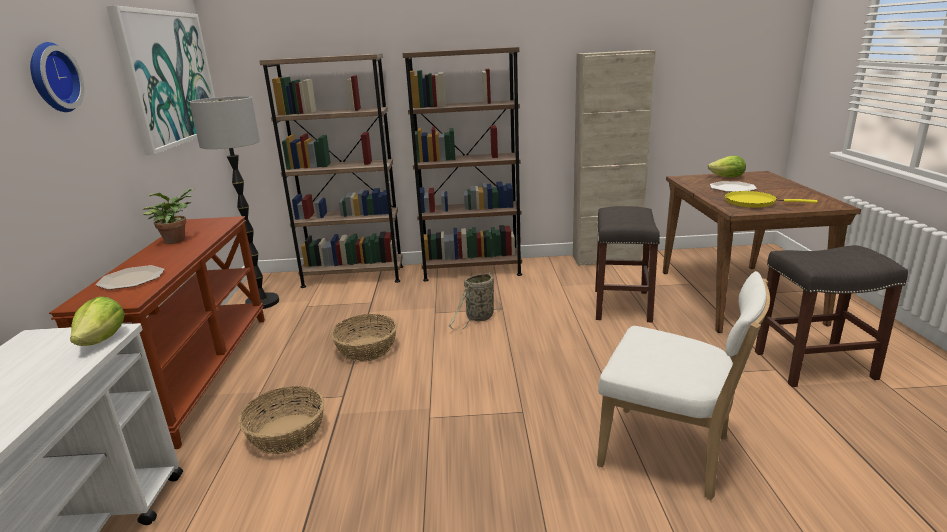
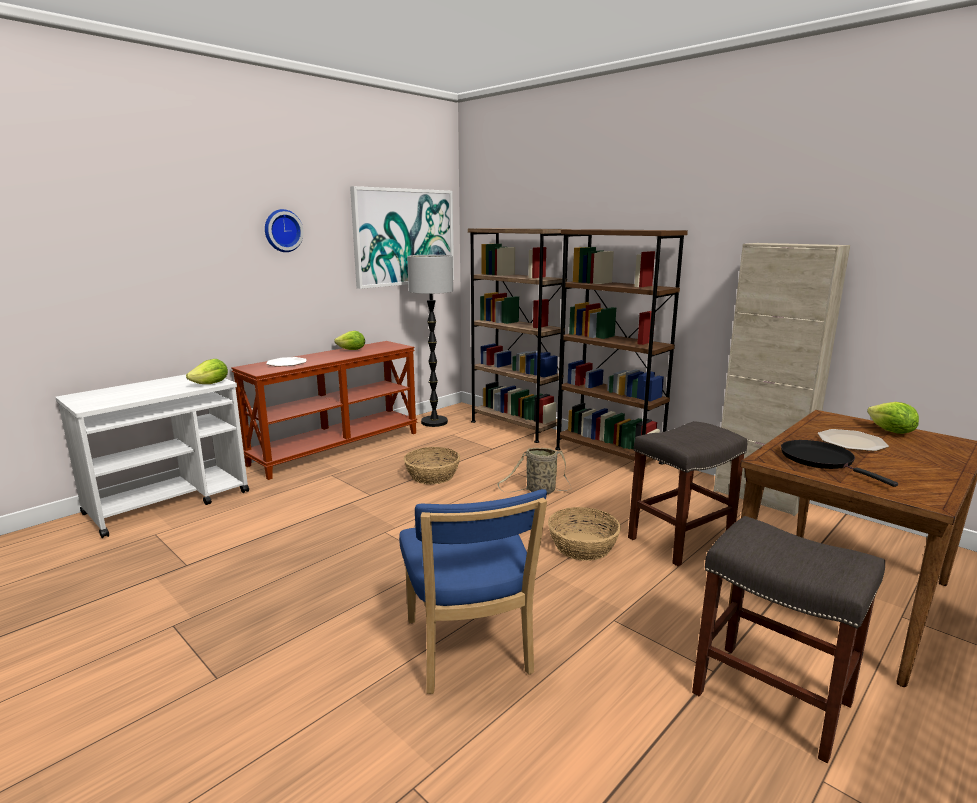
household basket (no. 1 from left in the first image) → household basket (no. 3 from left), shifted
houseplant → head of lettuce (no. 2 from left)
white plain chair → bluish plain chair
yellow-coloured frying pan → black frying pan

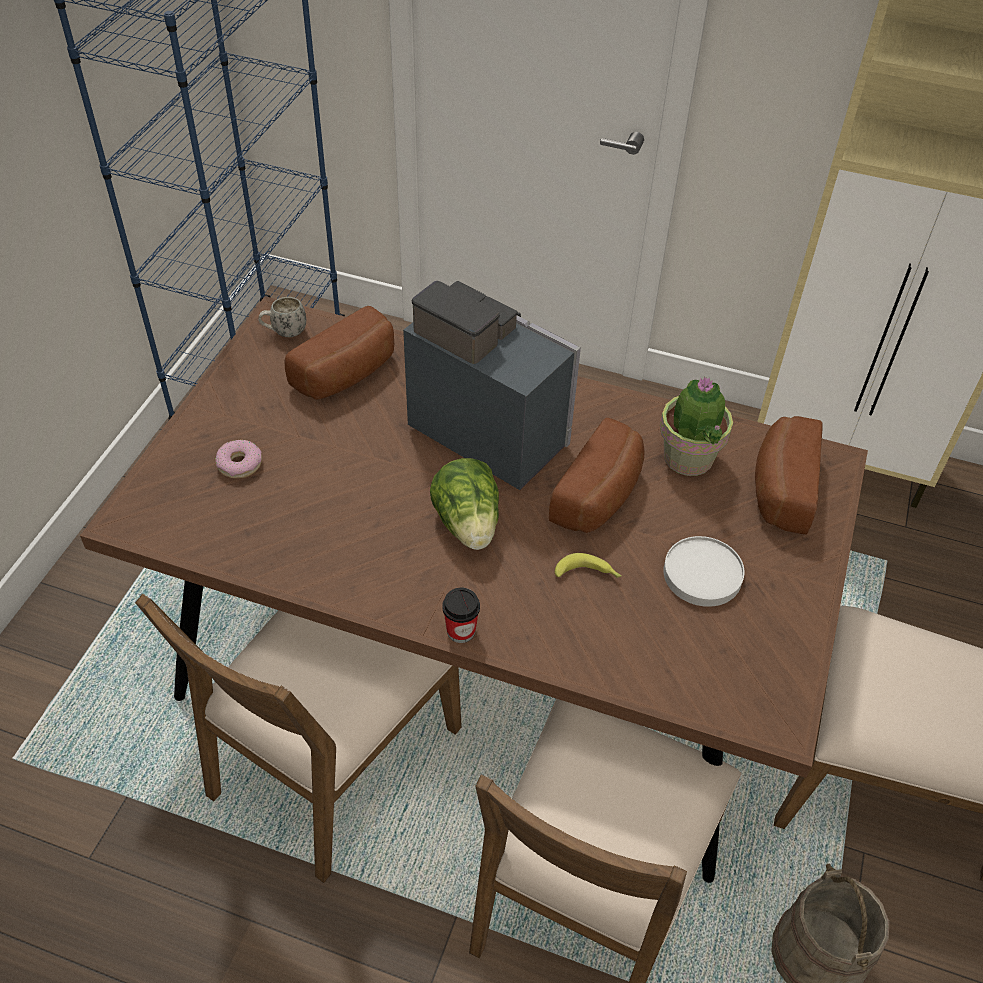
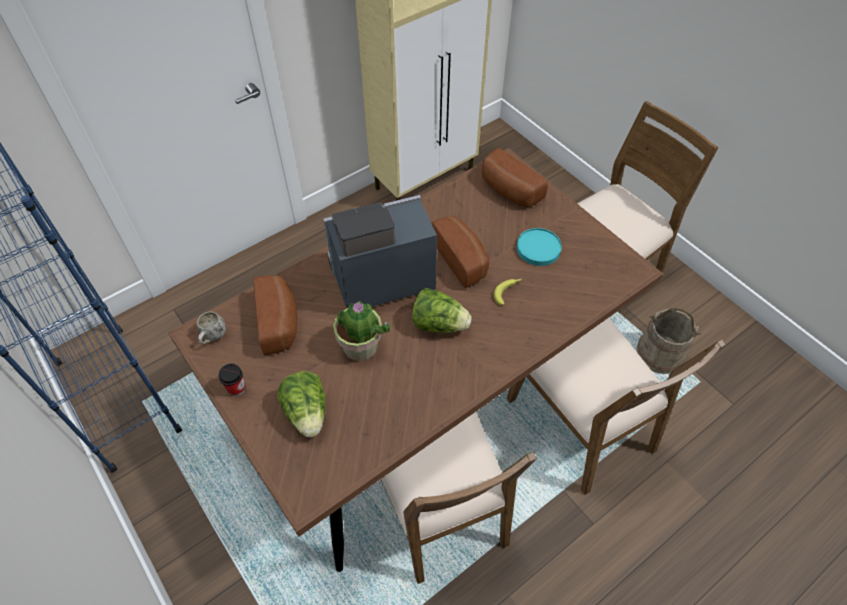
cup, shifted
houseplant, shifted
doughnut → head of lettuce (no. 1 from left)
white plate → turquoise-coloured plate

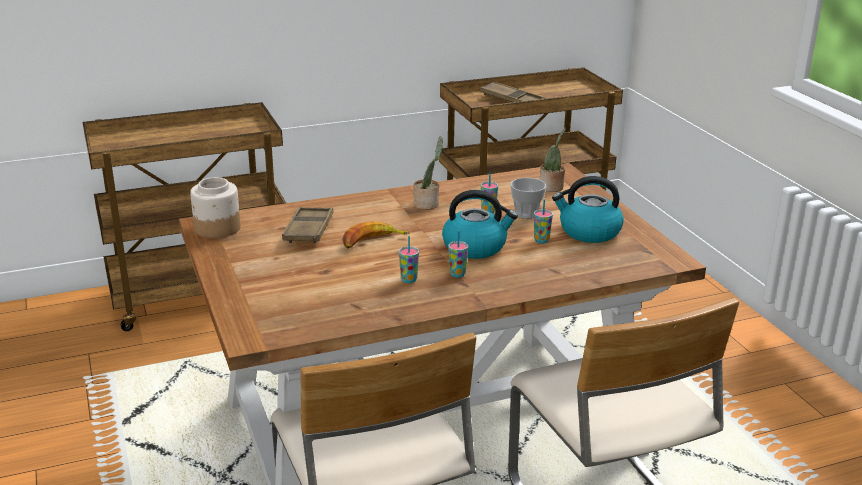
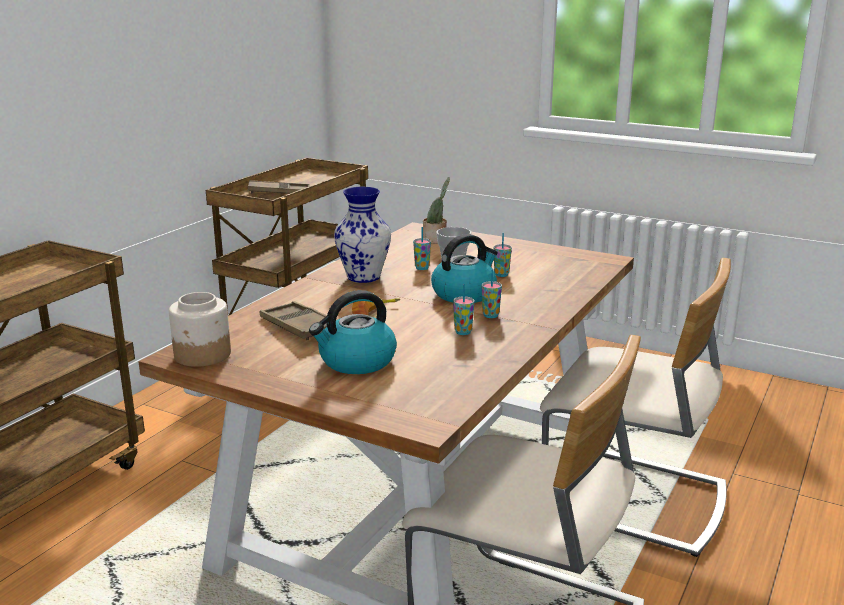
kettle (no. 2 from left in the first image) → kettle (no. 1 from left), shifted
houseplant (no. 1 from left) → decorative vase

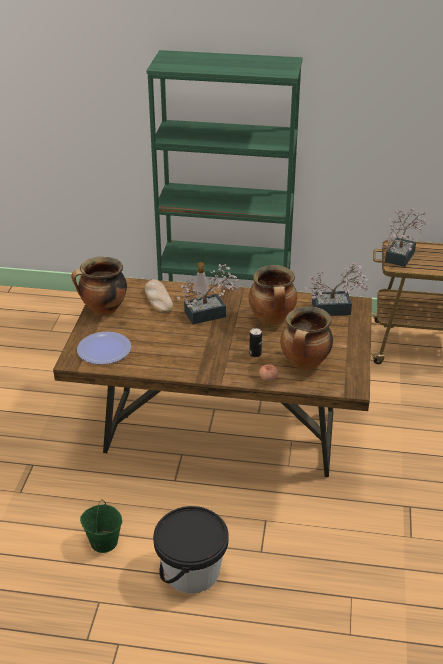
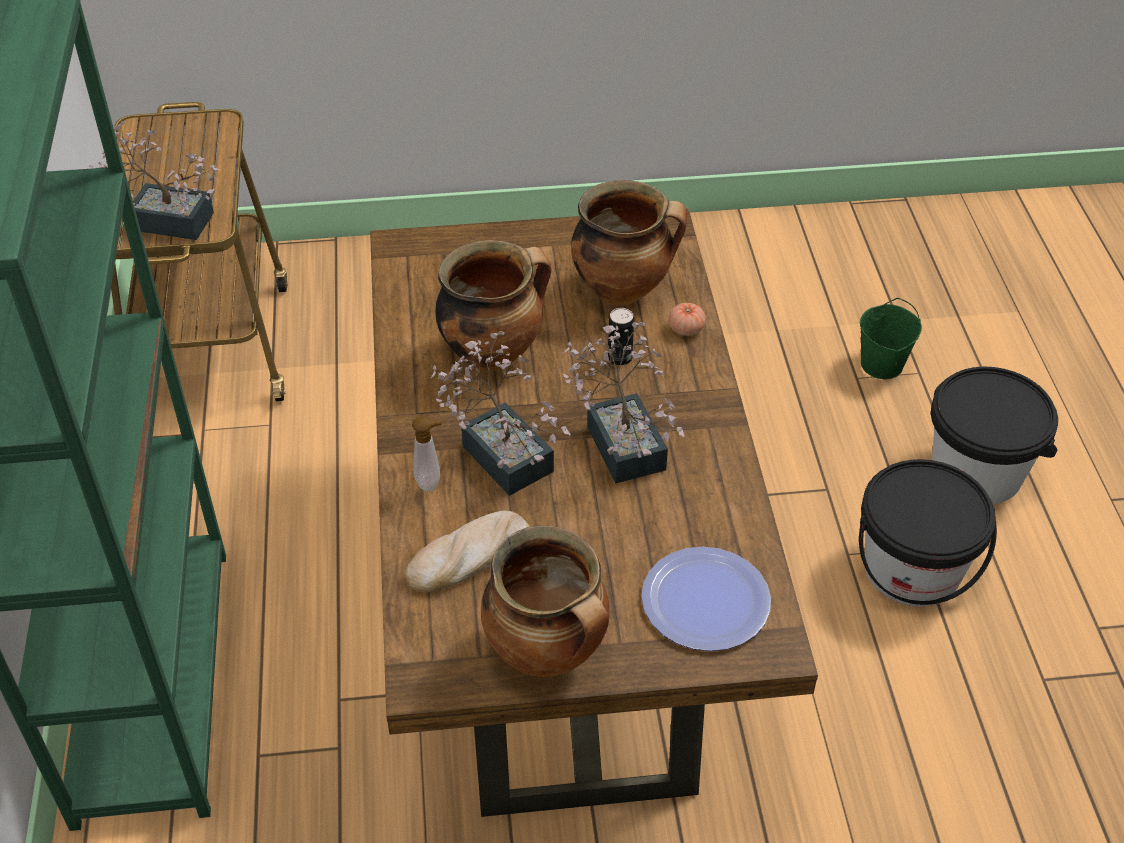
- → black bucket (no. 2 from left)
green bucket, shifted
houseplant (no. 2 from left in the first image) → houseplant (no. 3 from left), shifted

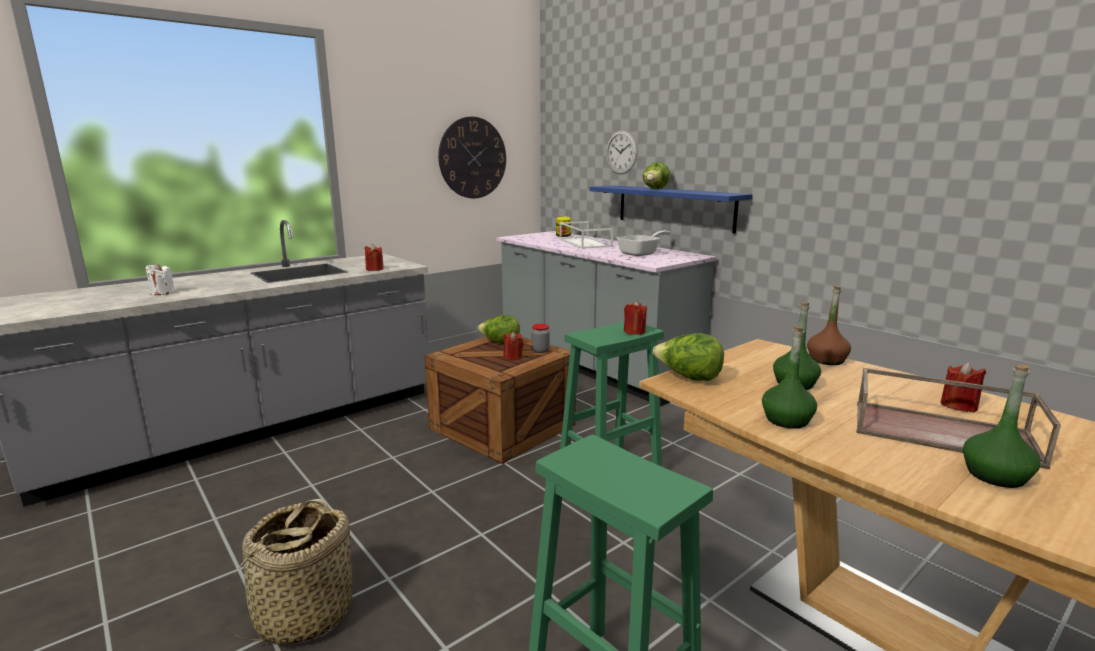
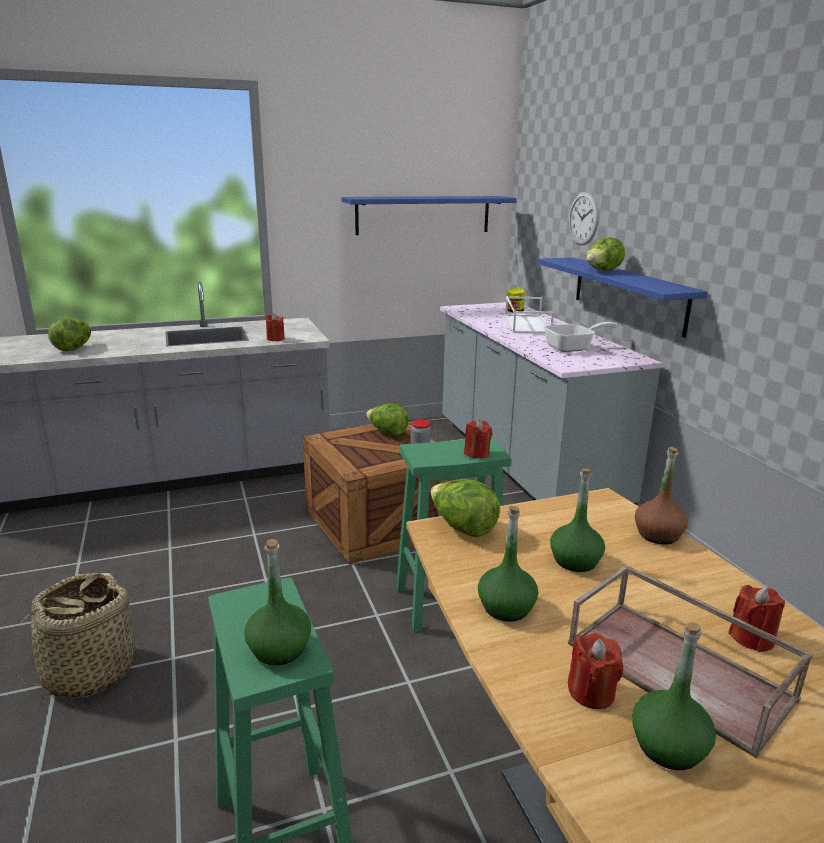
- → green bottle (no. 1 from left)
reddish candle (no. 2 from left in the first image) → reddish candle (no. 3 from left), shifted
white candle → head of lettuce (no. 1 from left)
wall clock (no. 1 from left) → bluish wall shelf (no. 1 from left)

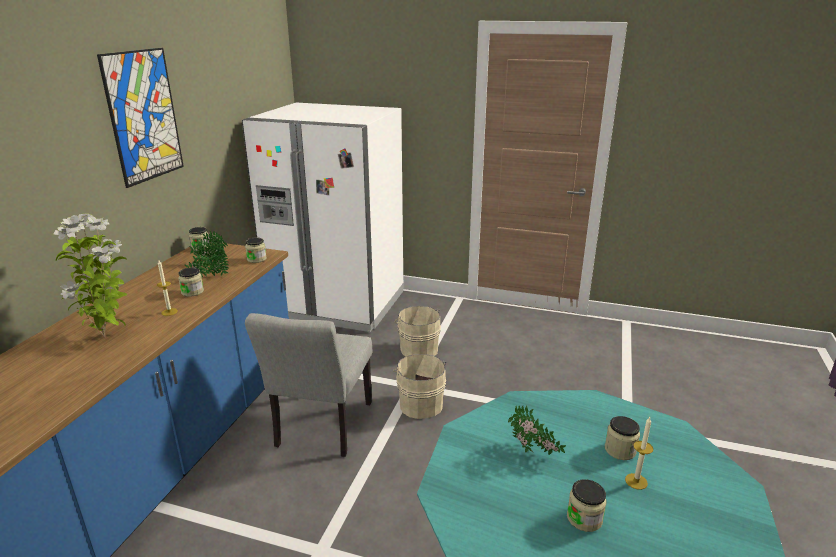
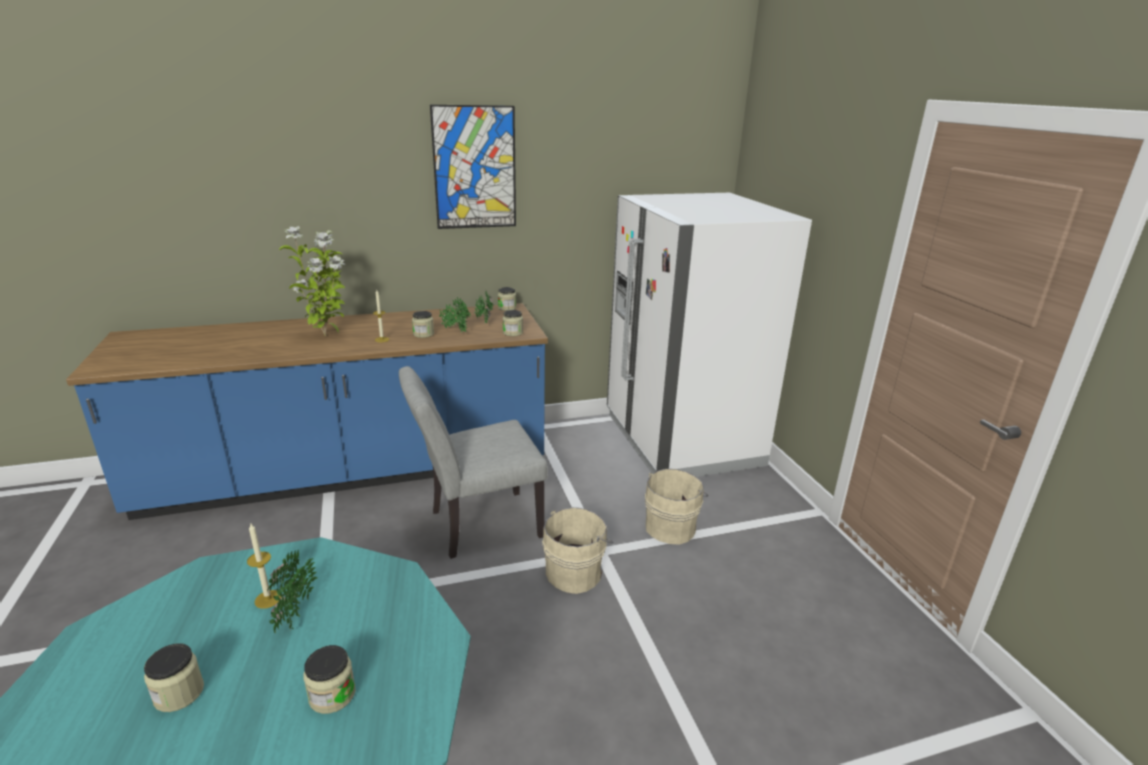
candle (no. 2 from left in the first image) → candle (no. 1 from left), shifted

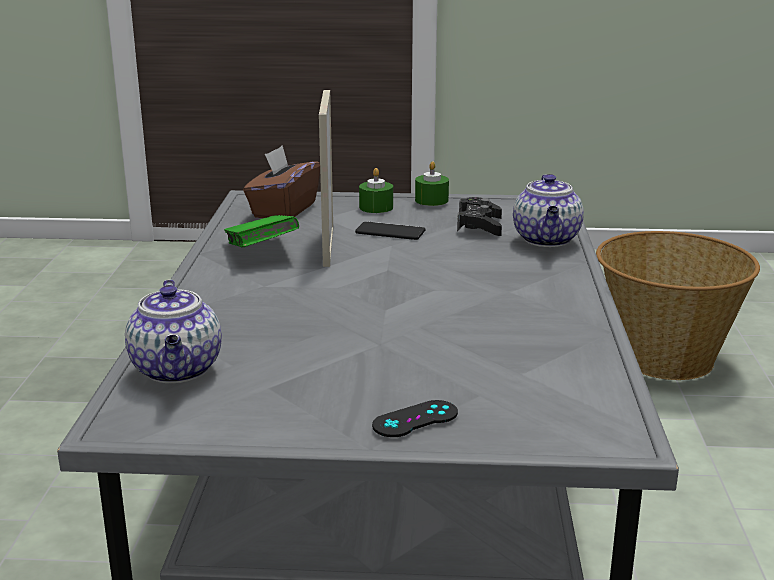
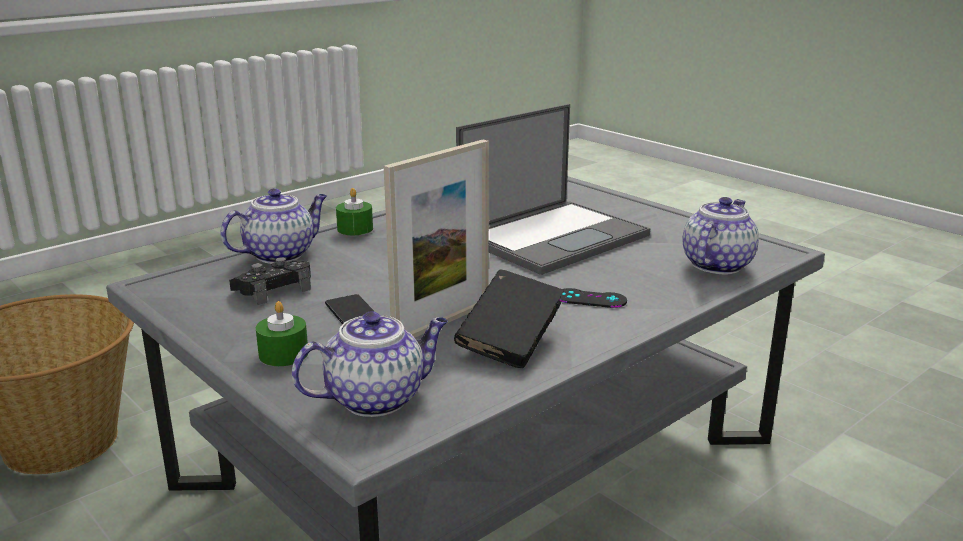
- → notebook computer
black joypad (no. 1 from left in the first image) → black joypad (no. 2 from left), shifted
green candle (no. 2 from left), shifted
brown tissue holder → teapot (no. 2 from left)
green bound book → black bound book

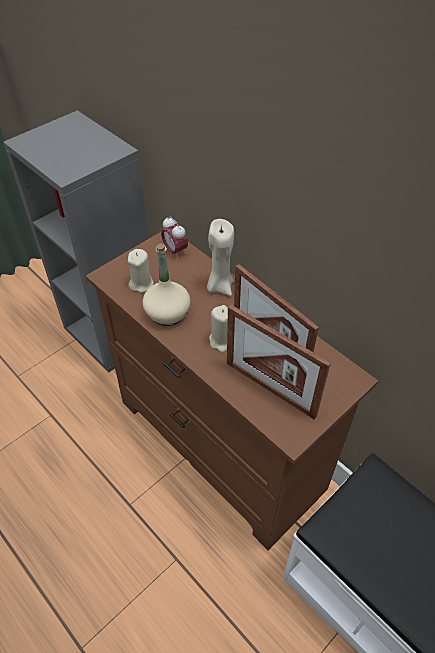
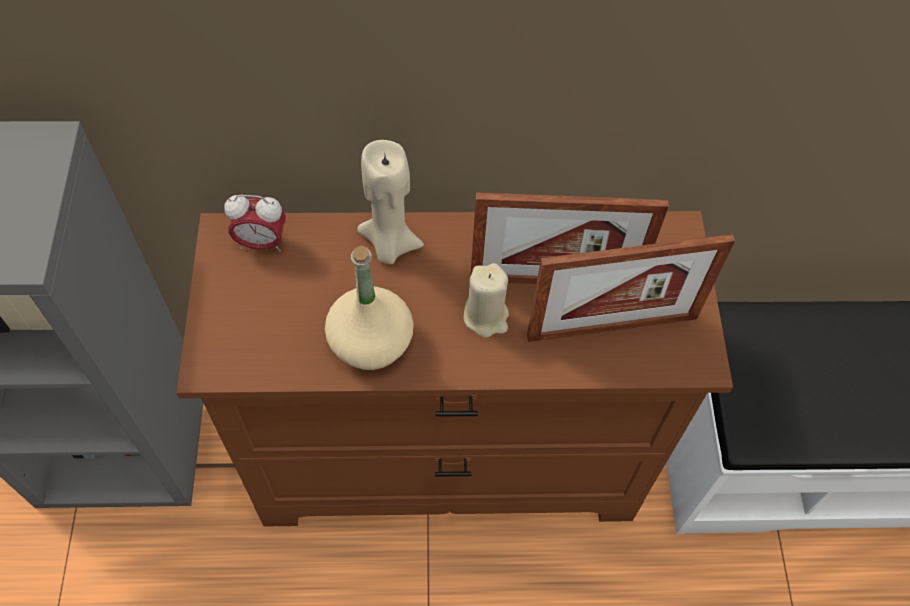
beige-coloured candle (no. 1 from left) → -

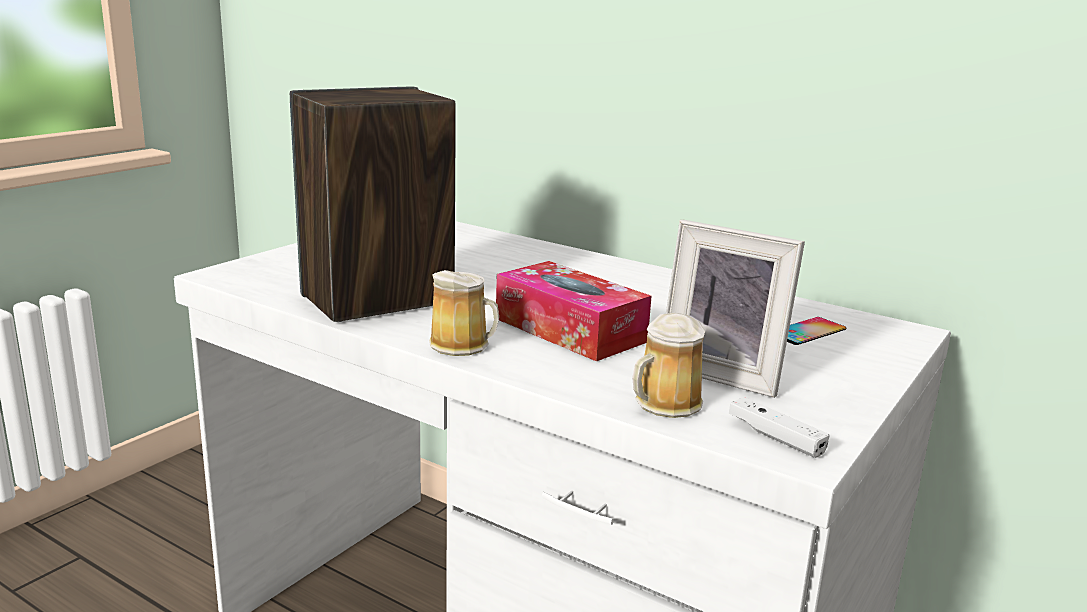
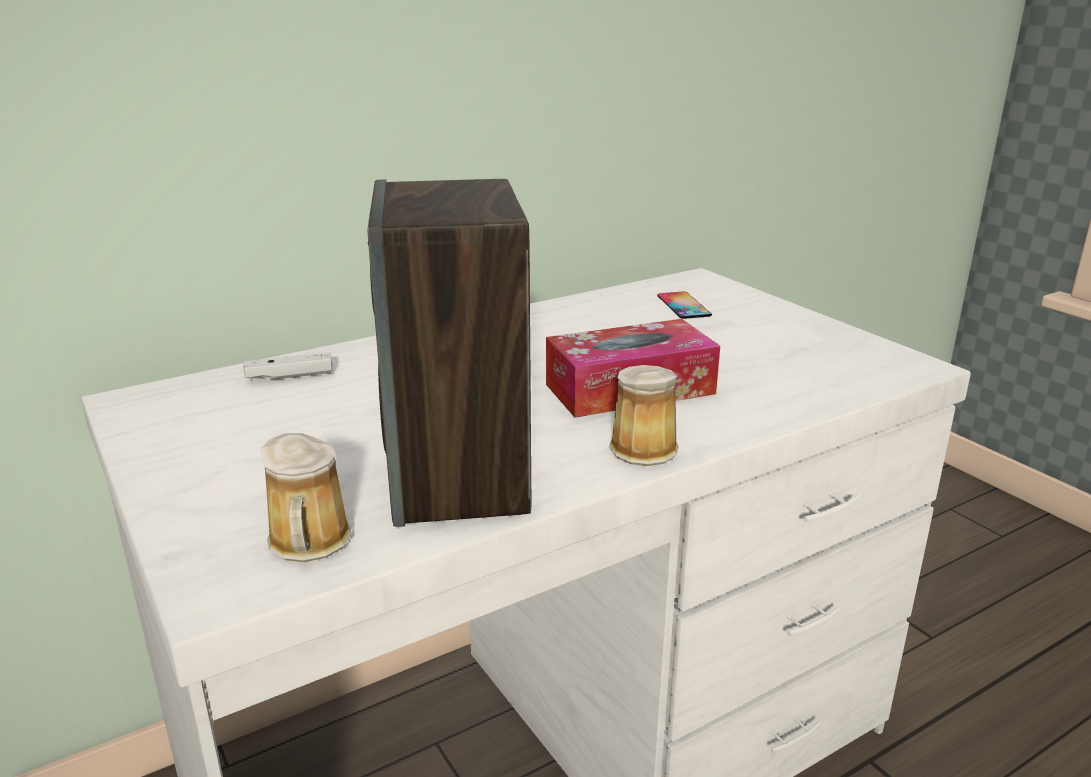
standing frame → -
tea mug (no. 2 from left in the first image) → tea mug (no. 1 from left), shifted
white joypad, shifted

